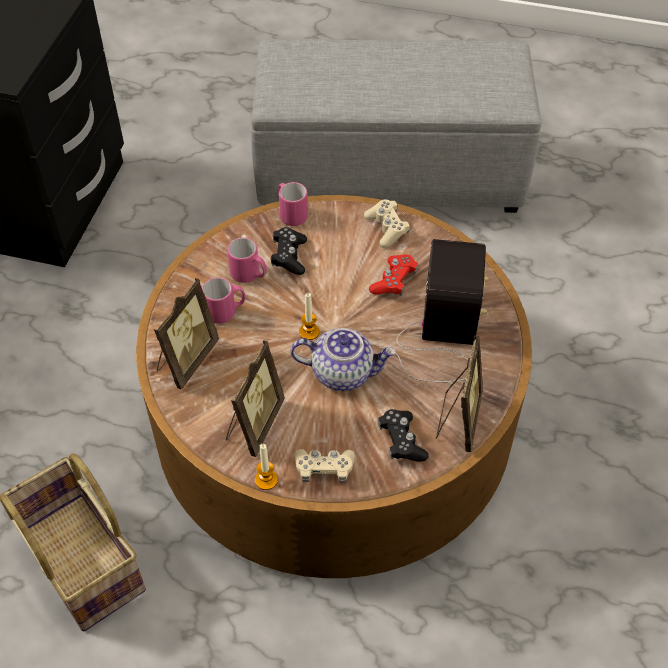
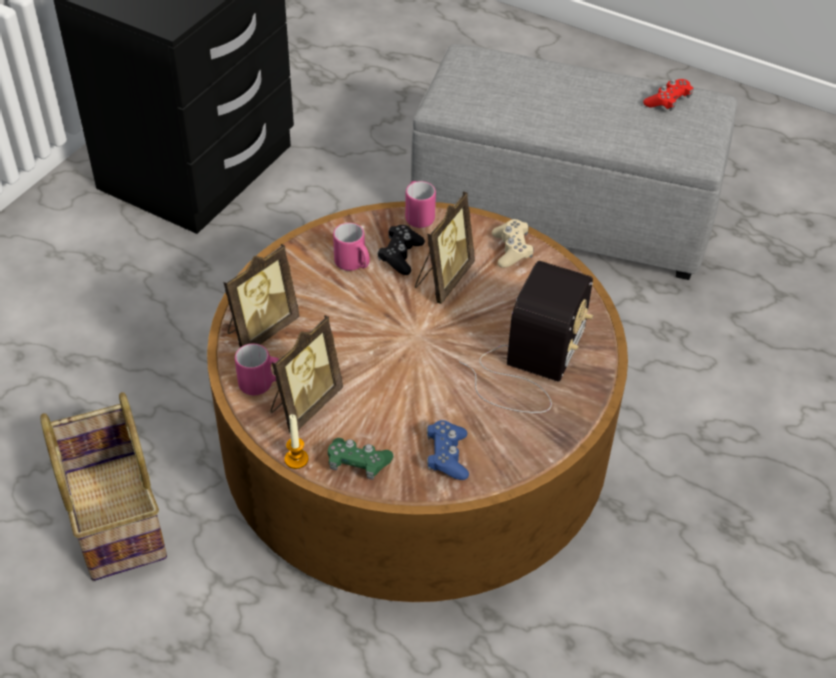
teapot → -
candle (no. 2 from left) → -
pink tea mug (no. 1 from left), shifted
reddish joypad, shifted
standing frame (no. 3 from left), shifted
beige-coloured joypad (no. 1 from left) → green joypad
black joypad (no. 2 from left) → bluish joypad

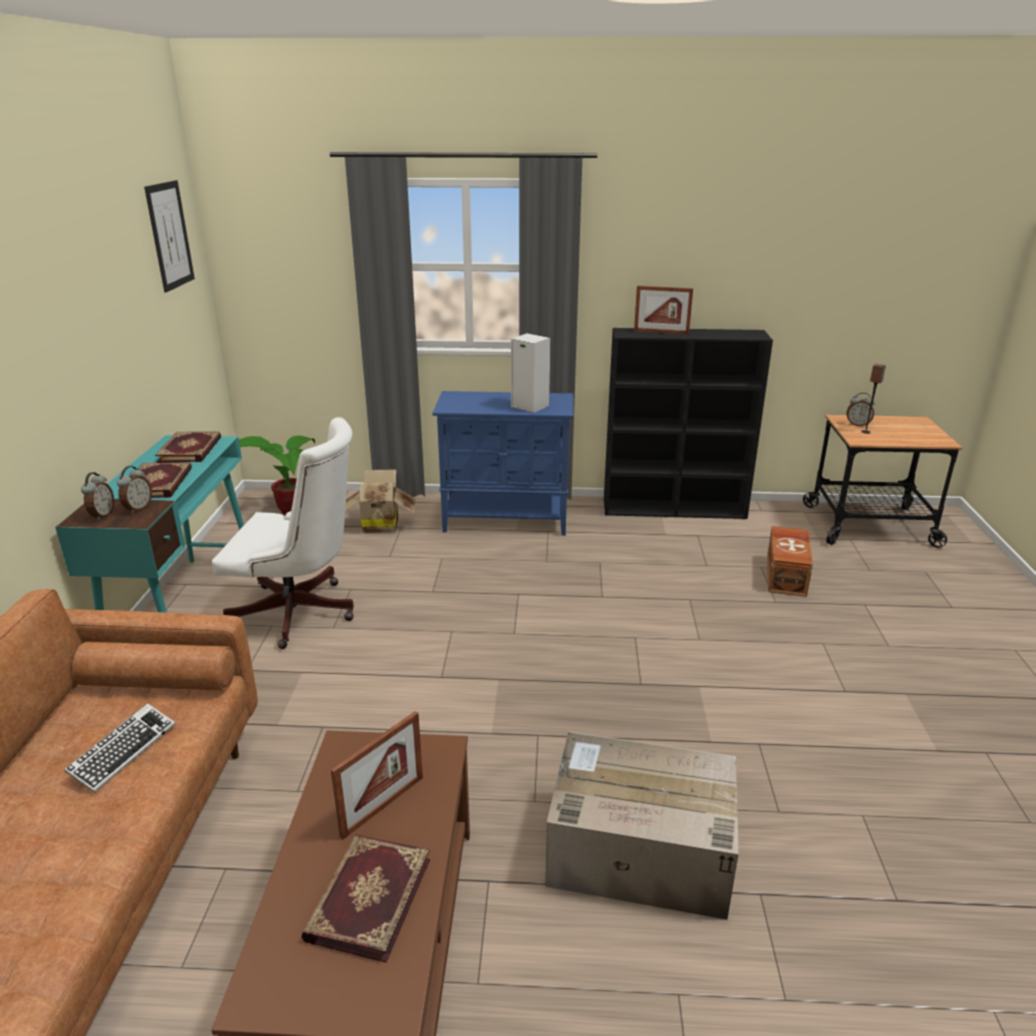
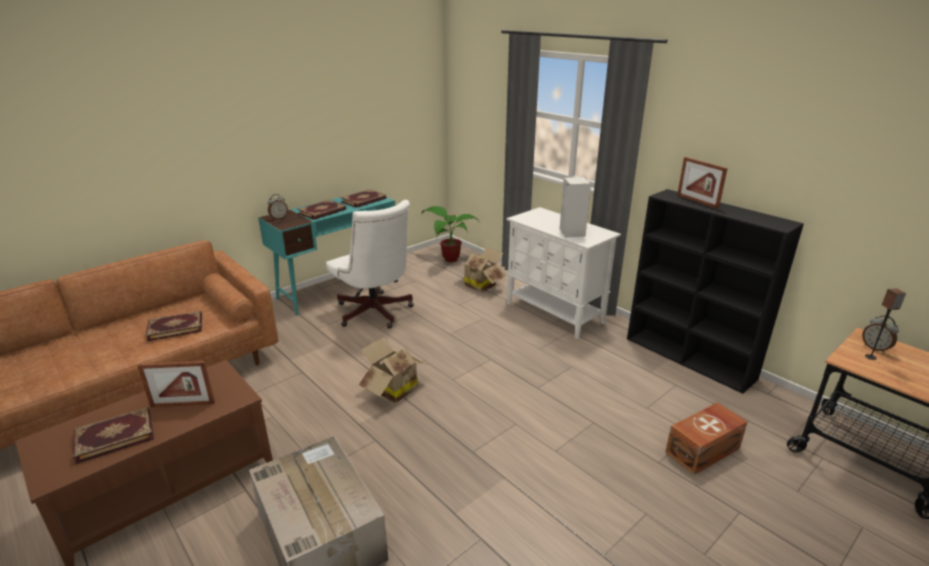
alarm clock (no. 2 from left) → -
wall picture → -
- → cardboard box (no. 2 from left)
PC keyboard → bound book (no. 2 from left)
bluish storage cabinet → white storage cabinet

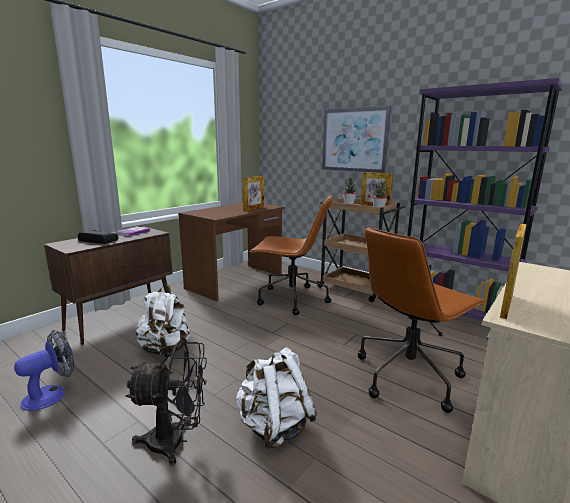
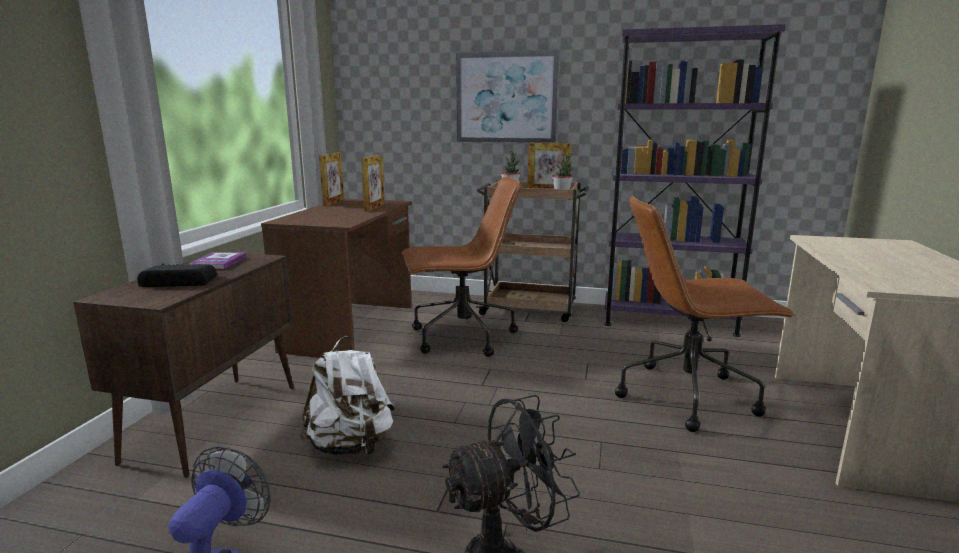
white rucksack (no. 2 from left) → -
standing frame (no. 3 from left in the first image) → standing frame (no. 1 from left), shifted
brown computer chair (no. 2 from left), 60 degrees clockwise

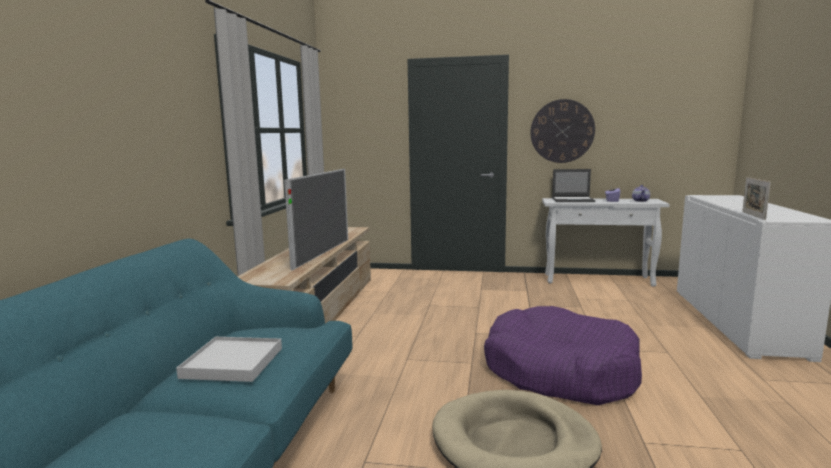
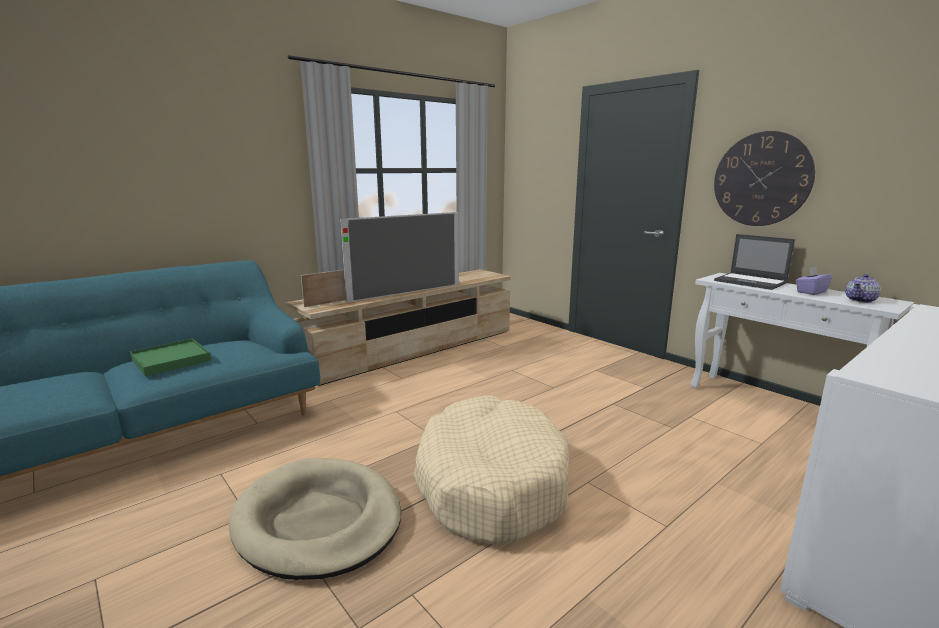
standing frame, shifted
white carrying tray → green carrying tray
purple dog cushion → beige-coloured dog cushion (no. 2 from left)

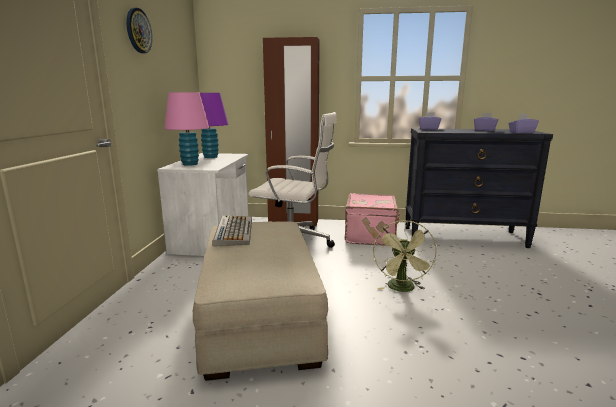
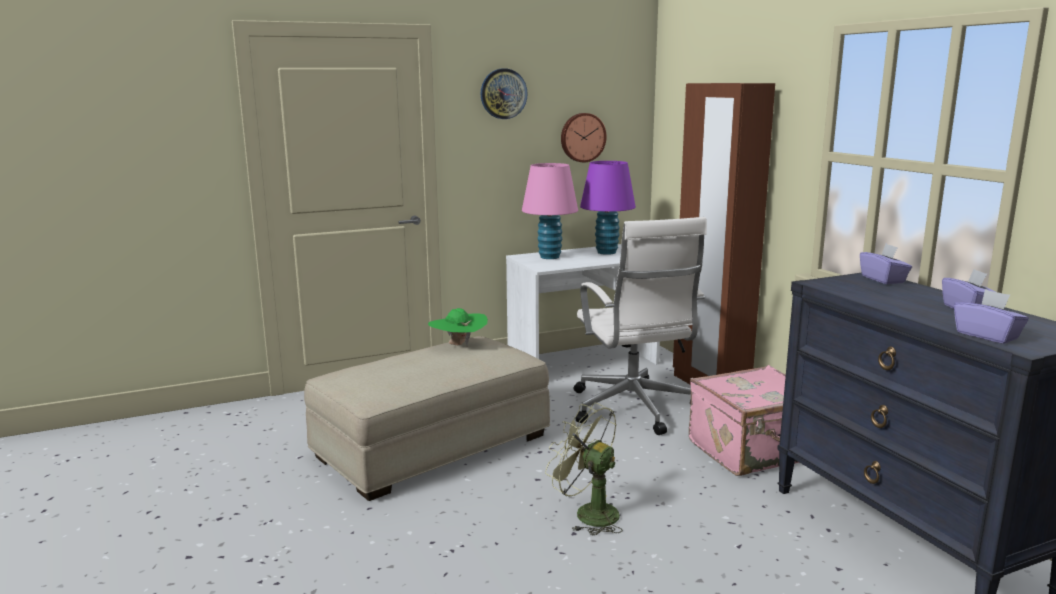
- → wall clock (no. 2 from left)
PC keyboard → green hat
green electric fan, 60 degrees clockwise

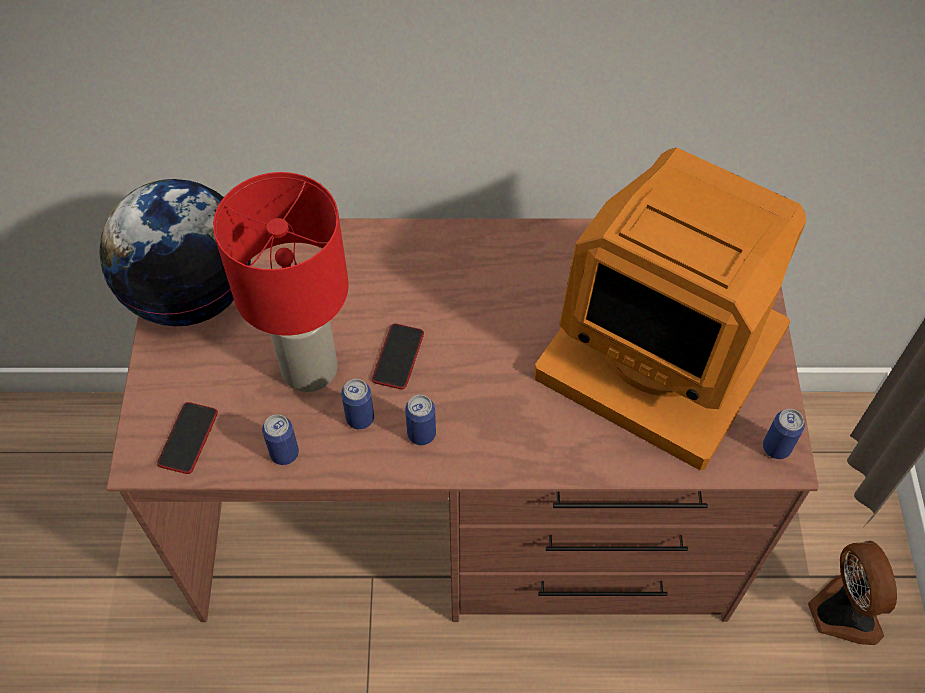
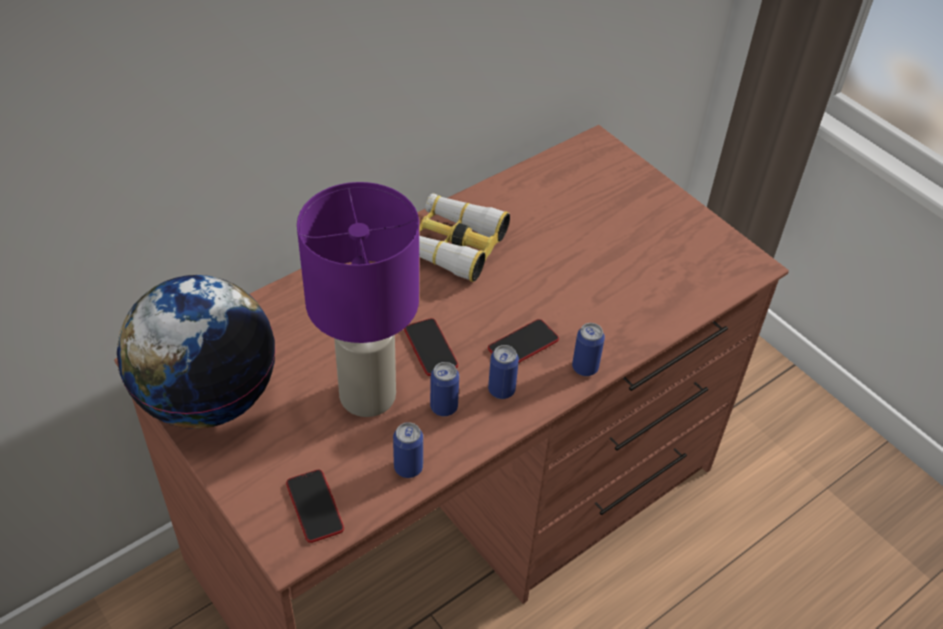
computer display → -
electric fan → -
- → binoculars
- → handset (no. 3 from left)
metal can (no. 4 from left), shifted
reddish tabletop lamp → purple tabletop lamp

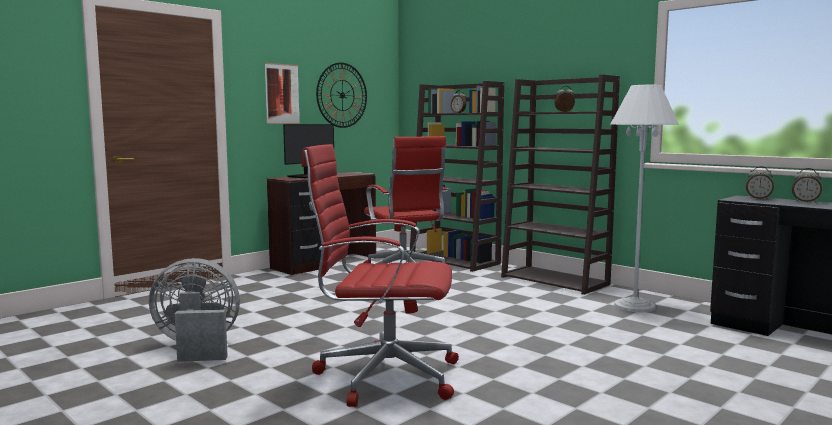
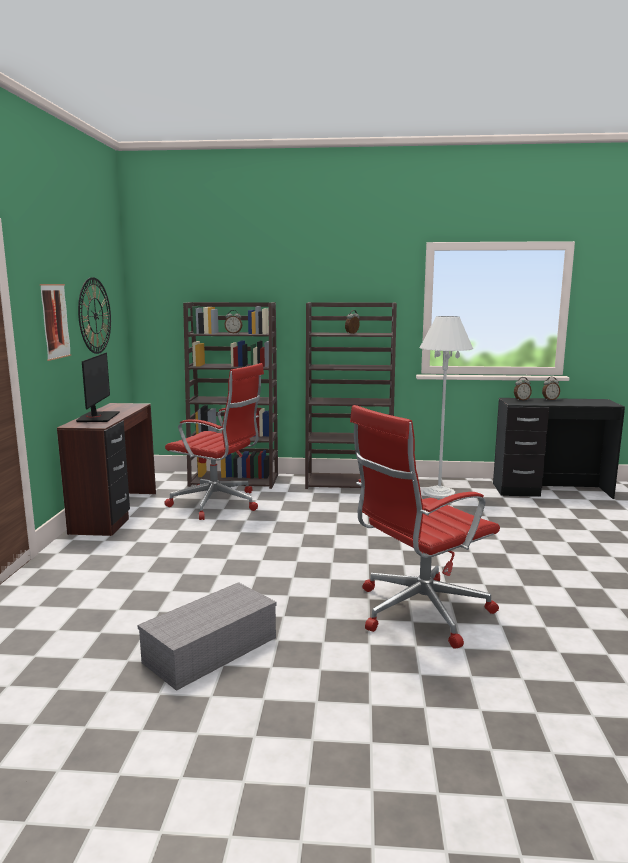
grey electric fan → grey storage container

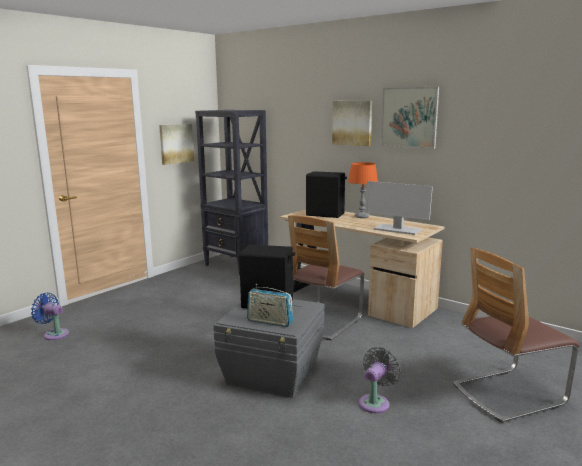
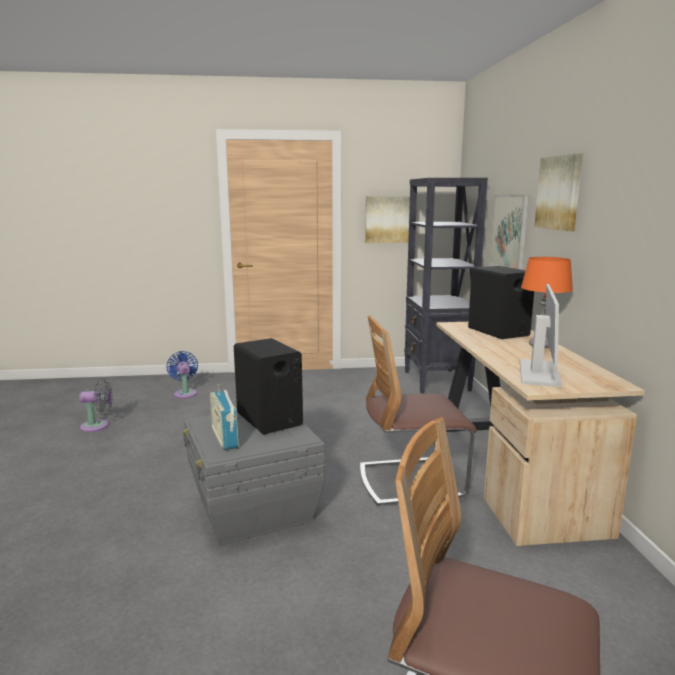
grey electric fan, shifted
wall picture (no. 3 from left in the first image) → wall picture (no. 2 from left), shifted
computer display, 150 degrees counterclockwise

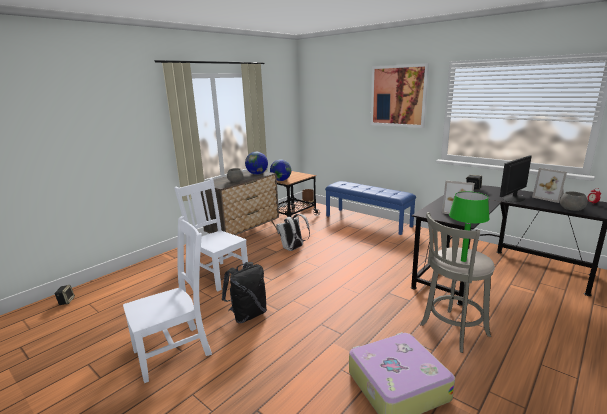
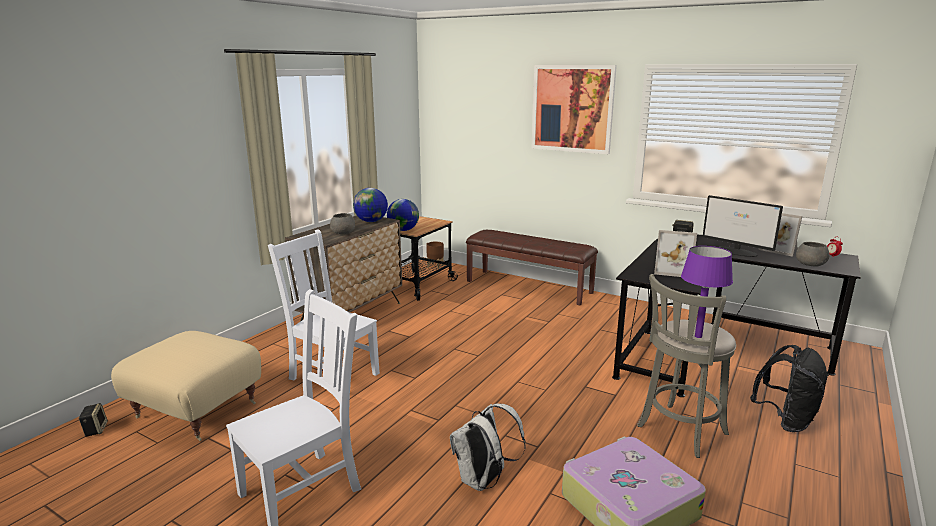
- → beige-coloured pouffe
black rucksack, shifted
white rucksack, shifted
bluish bench → brown bench
green tabletop lamp → purple tabletop lamp
computer display, 90 degrees counterclockwise

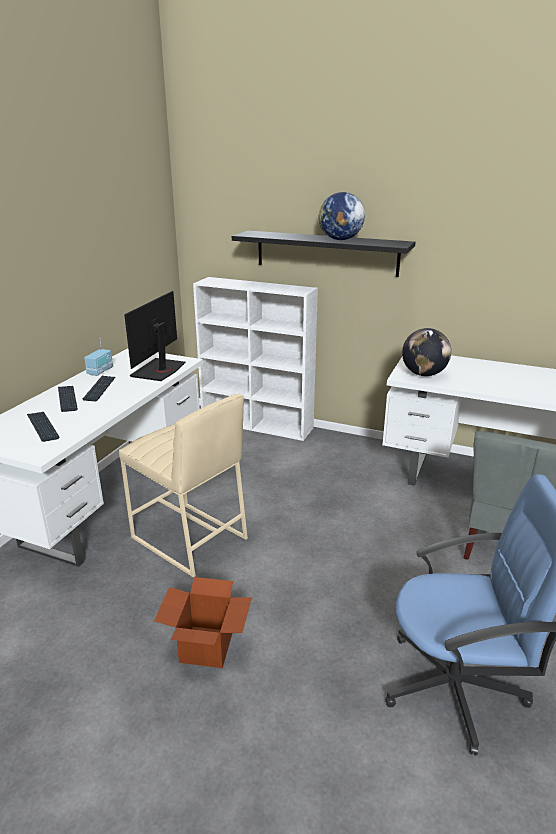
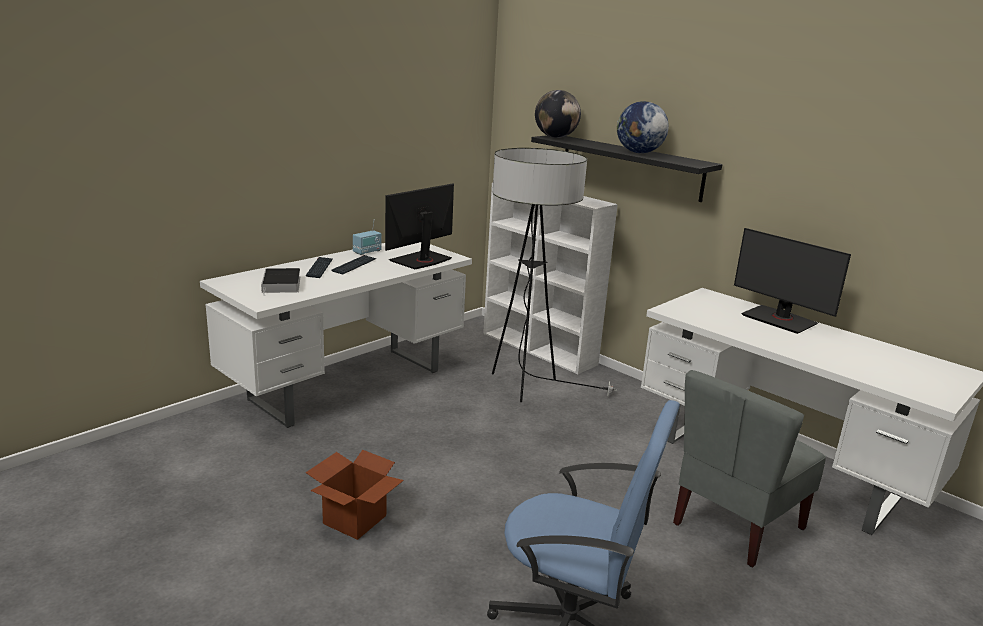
beige-coloured sitting stool → -
- → standard lamp
- → computer display (no. 2 from left)
desk globe (no. 2 from left in the first image) → desk globe (no. 1 from left), shifted
PC keyboard (no. 1 from left) → bound book

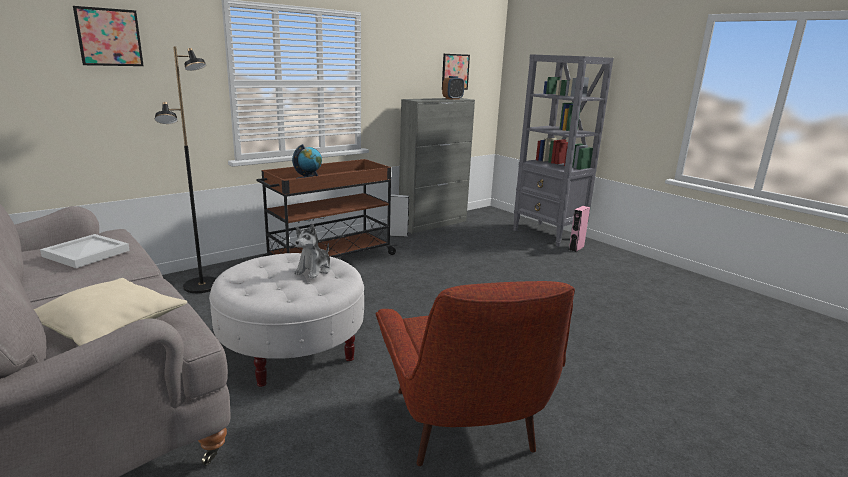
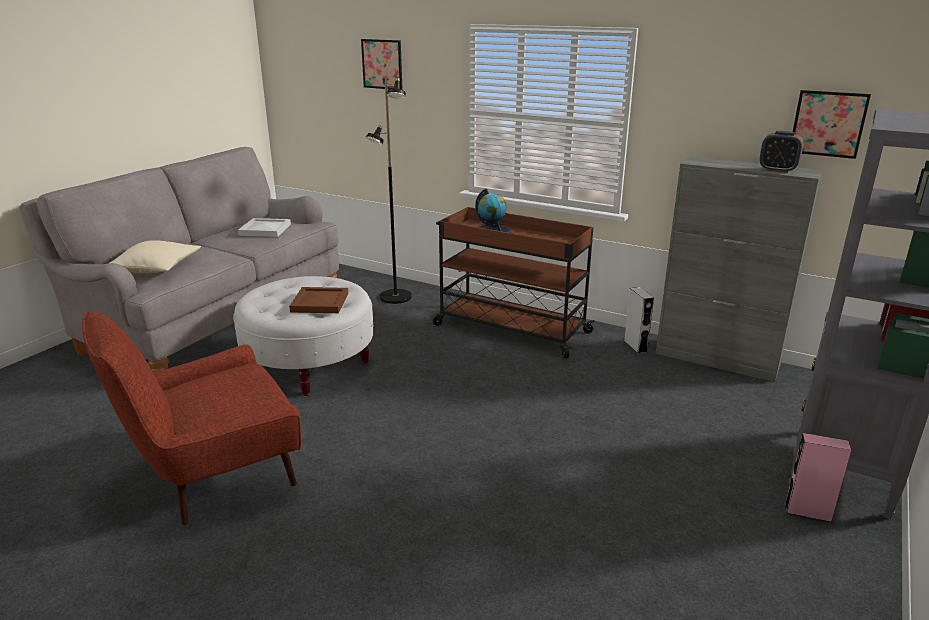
cuddly toy → brown carrying tray

